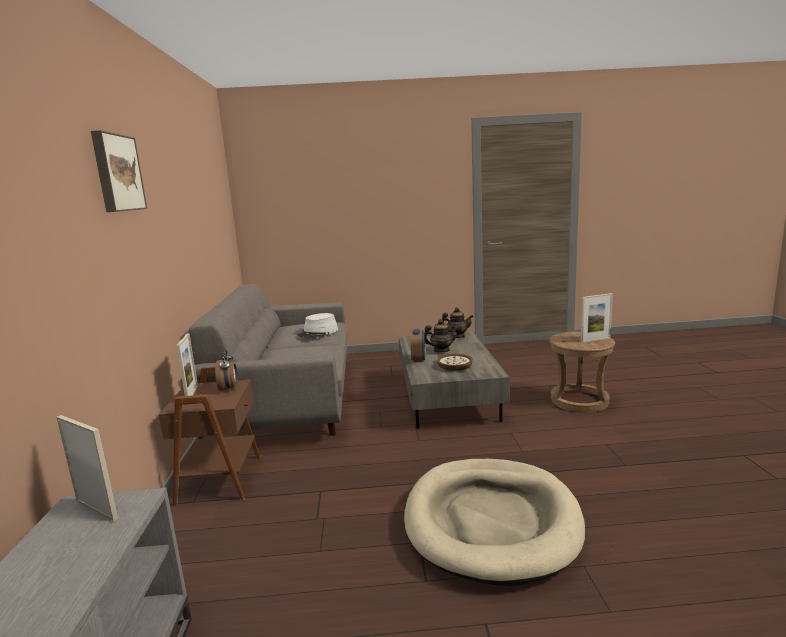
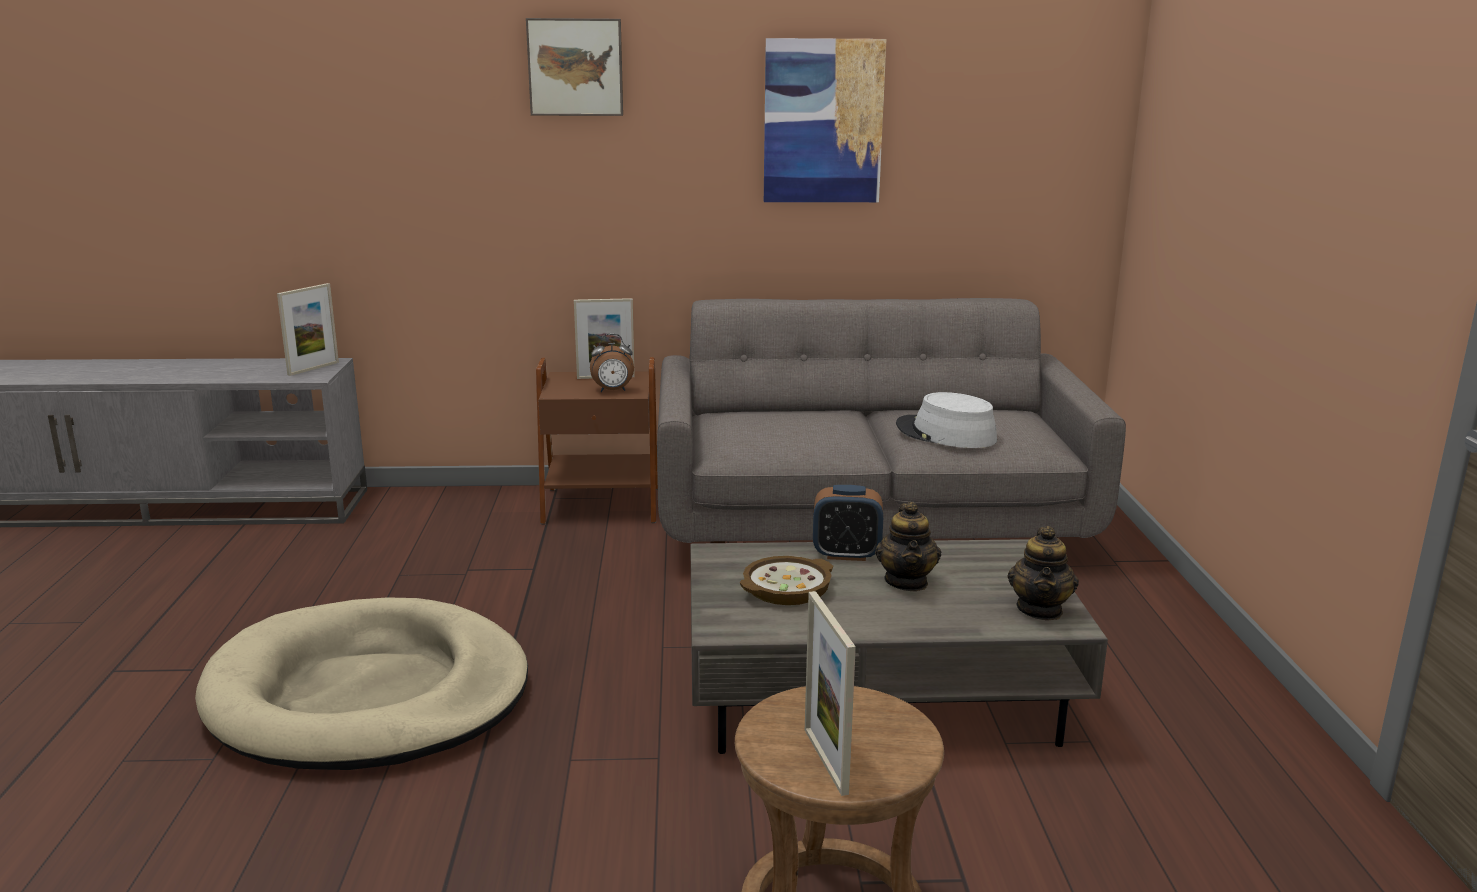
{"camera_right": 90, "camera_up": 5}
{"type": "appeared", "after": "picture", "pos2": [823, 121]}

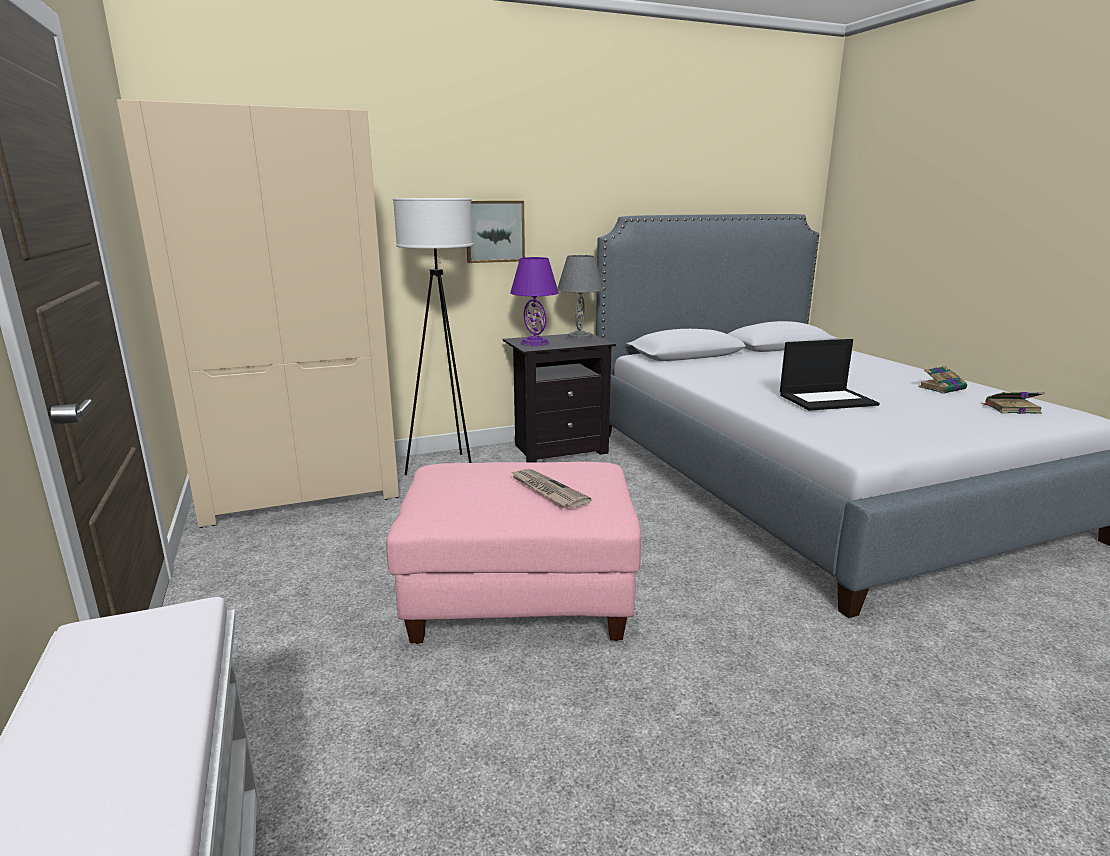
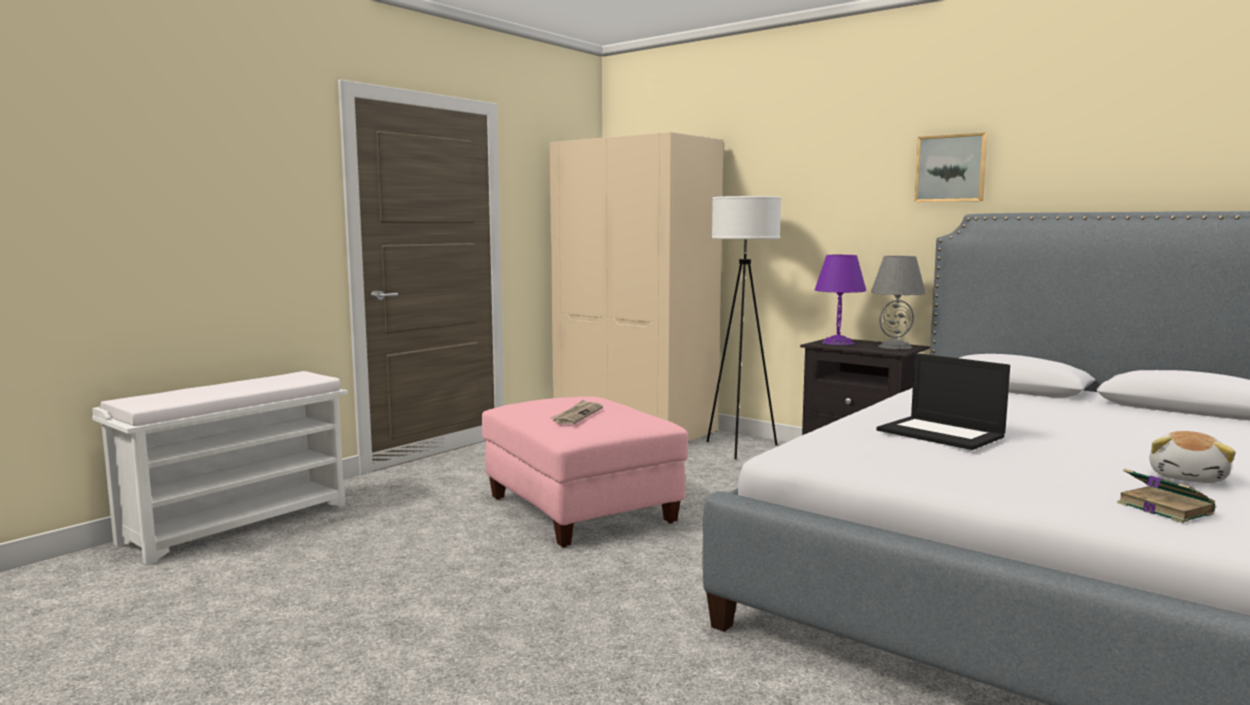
{"camera_right": 60, "camera_up": -10}
{"type": "relocated", "before": "picture", "pos1": [494, 231], "pos2": [951, 168]}
{"type": "exchanged", "before": "bound_book", "after": "plush_toy", "pos1": [942, 388], "pos2": [1188, 477]}

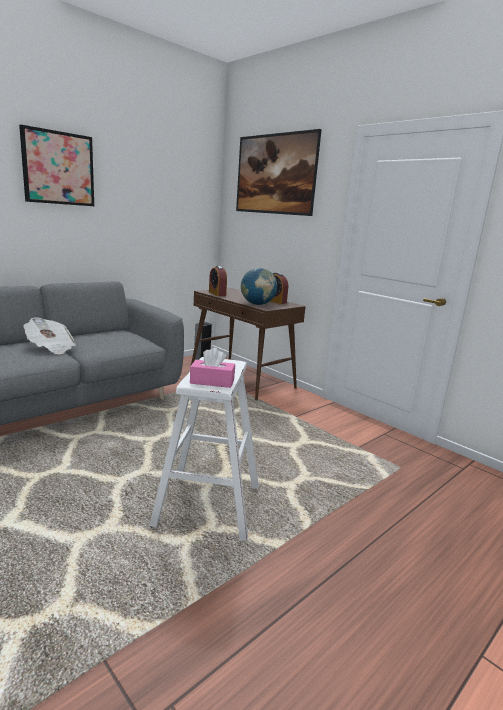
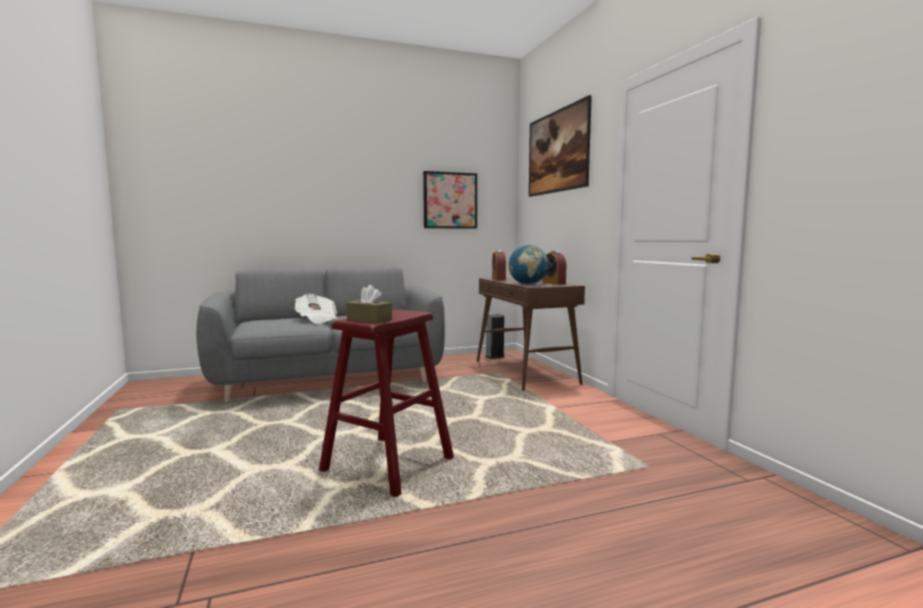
{"camera_right": 25, "camera_up": -10}
{"type": "colour", "before": "white_sitting_stool", "after": "red-coloured_sitting_stool", "pos1": [208, 505], "pos2": [388, 464]}
{"type": "colour", "before": "pink_box_of_tissues", "after": "brown_box_of_tissues", "pos1": [212, 381], "pos2": [369, 320]}
{"type": "relocated", "before": "picture", "pos1": [58, 168], "pos2": [450, 200]}

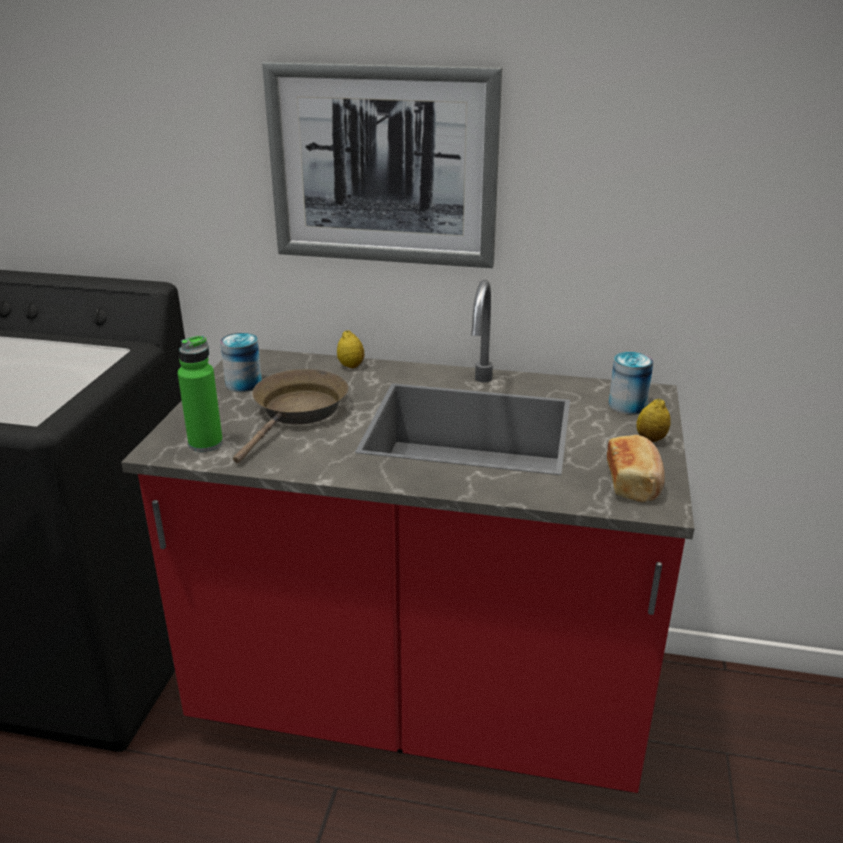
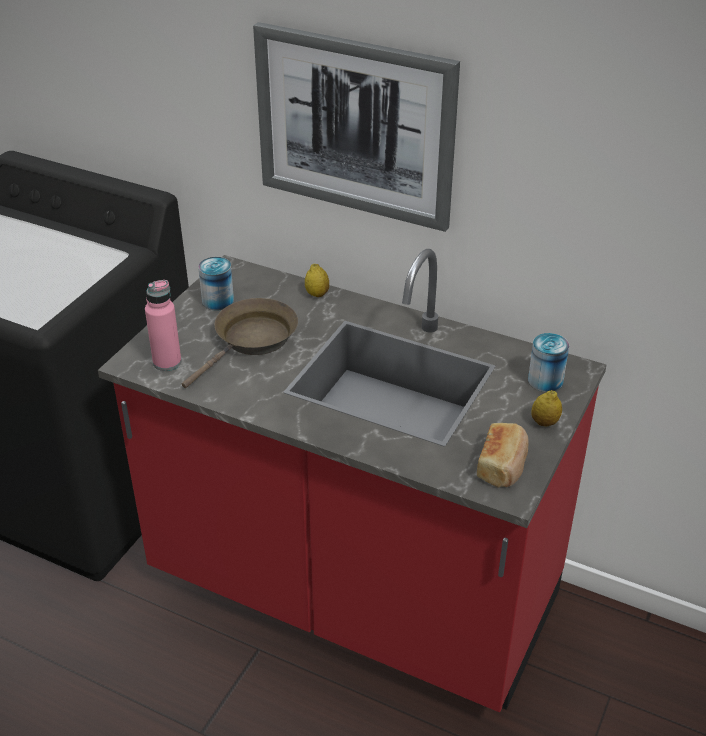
{"camera_right": 15, "camera_up": 10}
{"type": "colour", "before": "greenish_beverage_bottle", "after": "pink_beverage_bottle", "pos1": [205, 443], "pos2": [167, 362]}

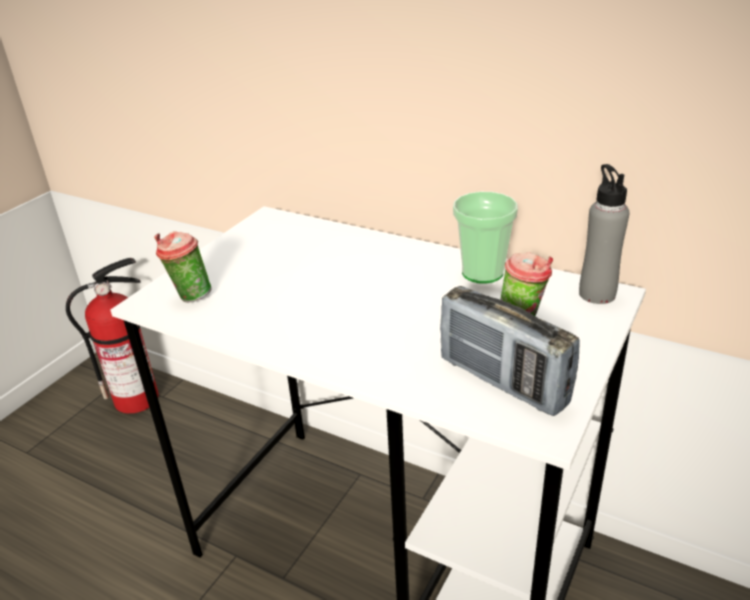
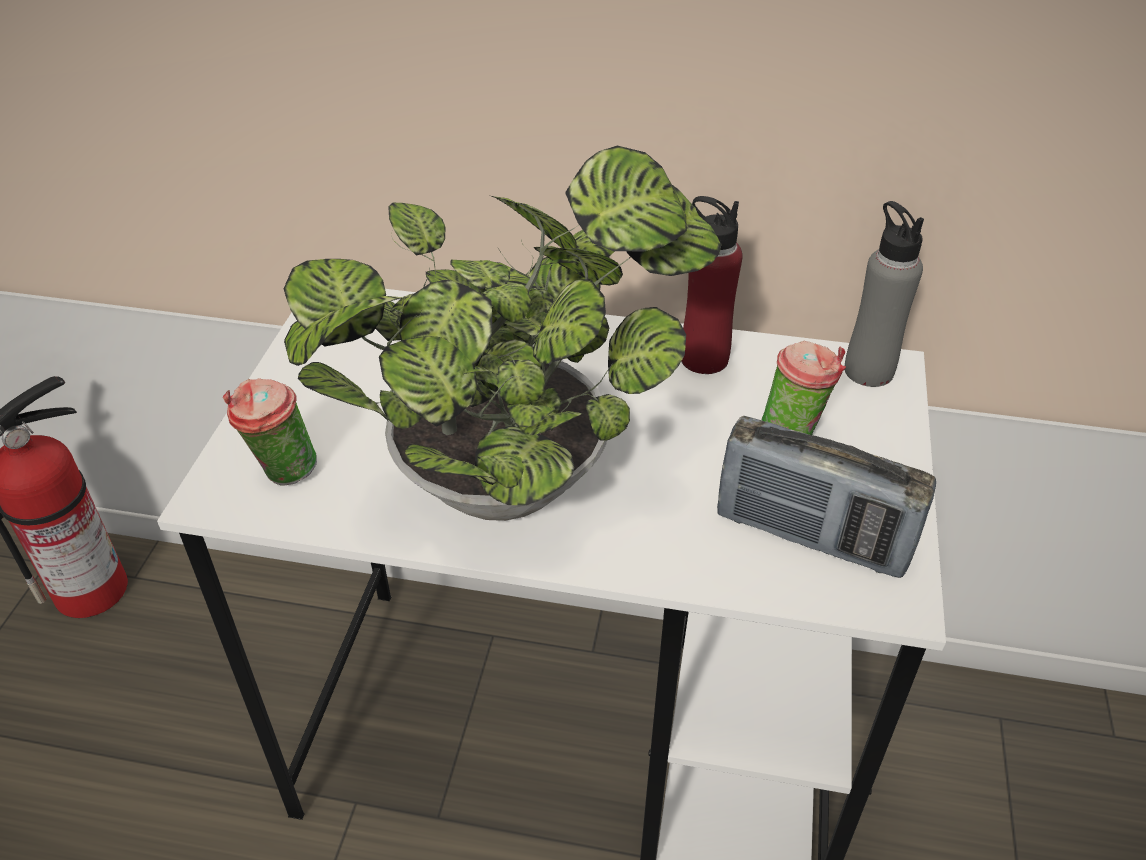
{"camera_right": -20, "camera_up": 10}
{"type": "appeared", "after": "plant_in_a_pot", "pos2": [517, 475]}
{"type": "exchanged", "before": "drinking_cup", "after": "red-coloured_beverage_bottle", "pos1": [482, 272], "pos2": [704, 358]}

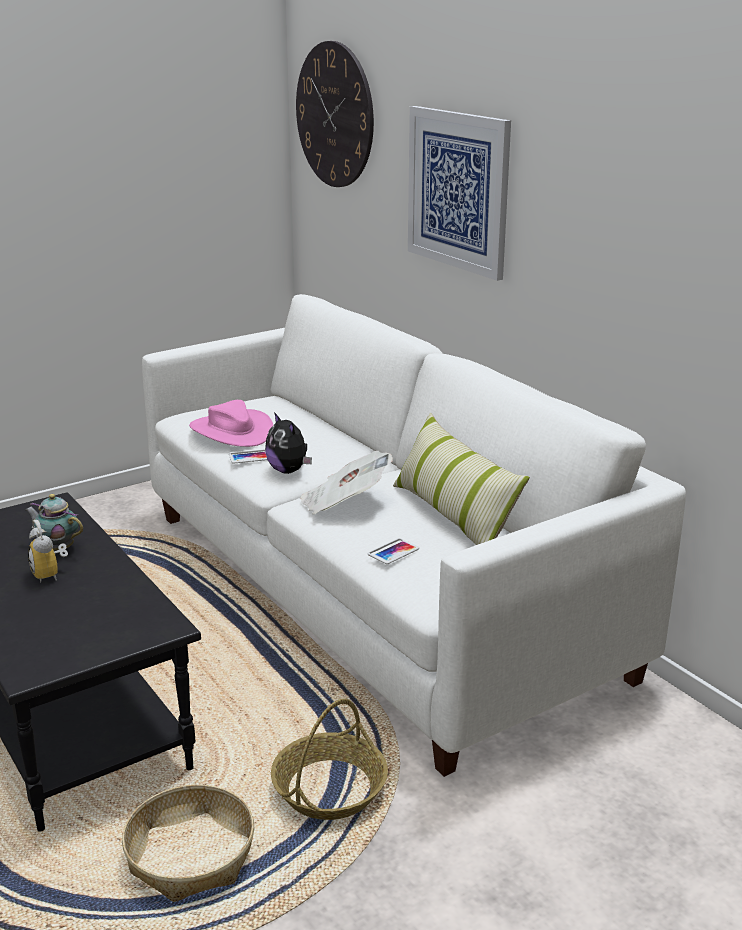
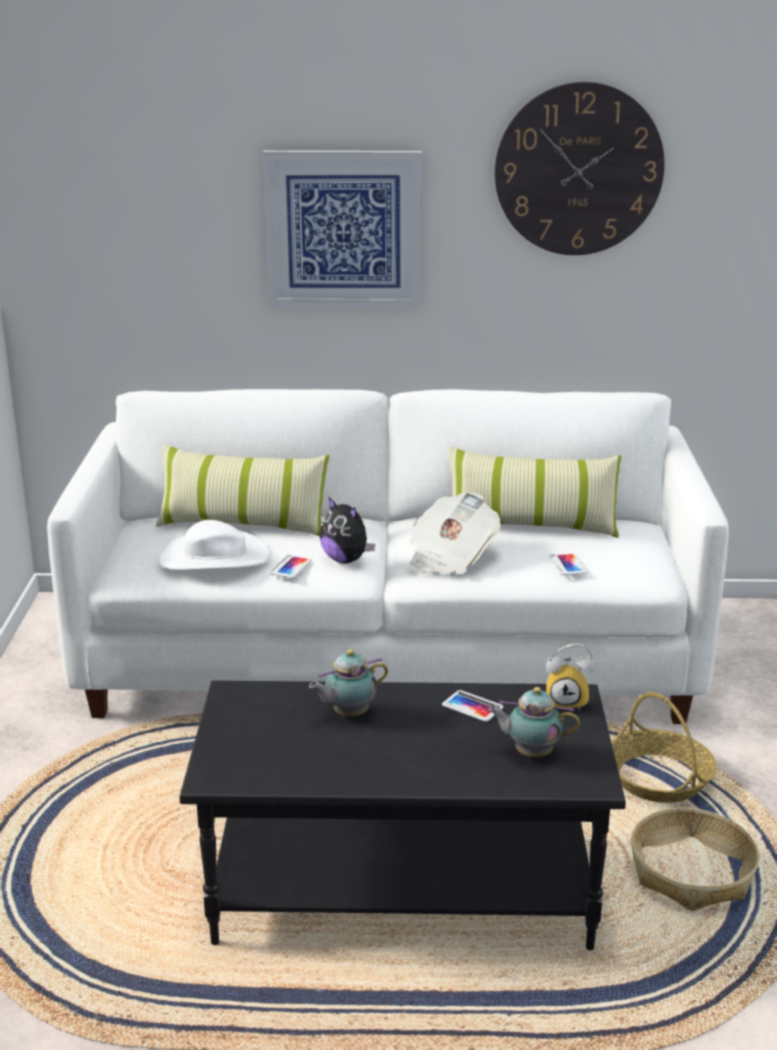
{"camera_right": -55, "camera_up": 0}
{"type": "appeared", "after": "cushion", "pos2": [243, 524]}
{"type": "colour", "before": "pink_clothing_hat", "after": "white_clothing_hat", "pos1": [231, 431], "pos2": [214, 558]}
{"type": "spun", "before": "plush_toy", "pos1": [289, 470], "pos2": [346, 560], "turn": 45}
{"type": "appeared", "after": "handset", "pos2": [472, 706]}
{"type": "appeared", "after": "tea_pot", "pos2": [530, 753]}
{"type": "relocated", "before": "wall_clock", "pos1": [334, 115], "pos2": [578, 170]}
{"type": "relocated", "before": "bedside_clock", "pos1": [51, 574], "pos2": [567, 702]}

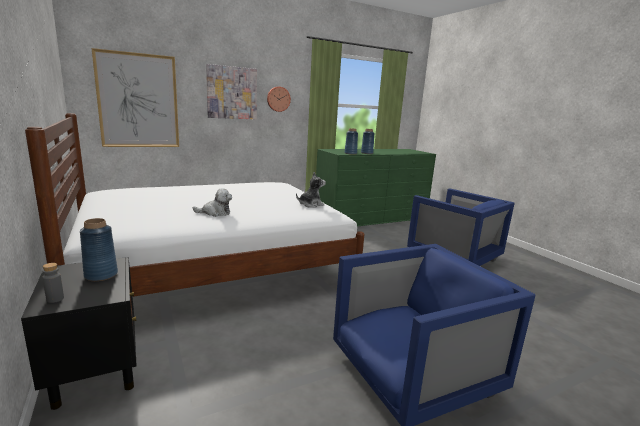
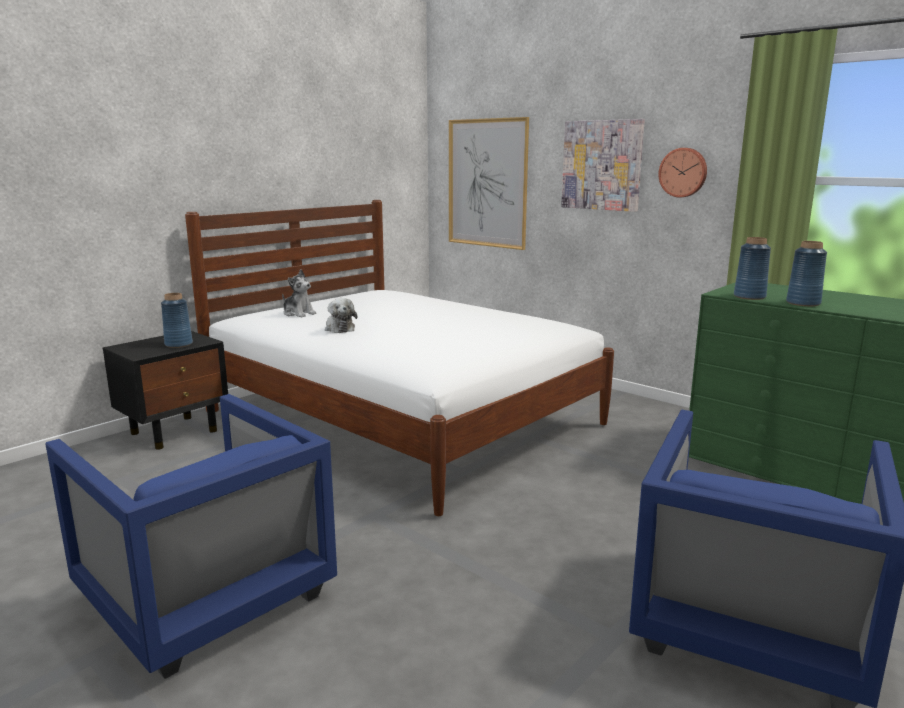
{"camera_right": 70, "camera_up": 0}
{"type": "relocated", "before": "plush_toy", "pos1": [310, 205], "pos2": [298, 313]}
{"type": "missing", "before": "gray_beverage_bottle", "pos1": [55, 299]}

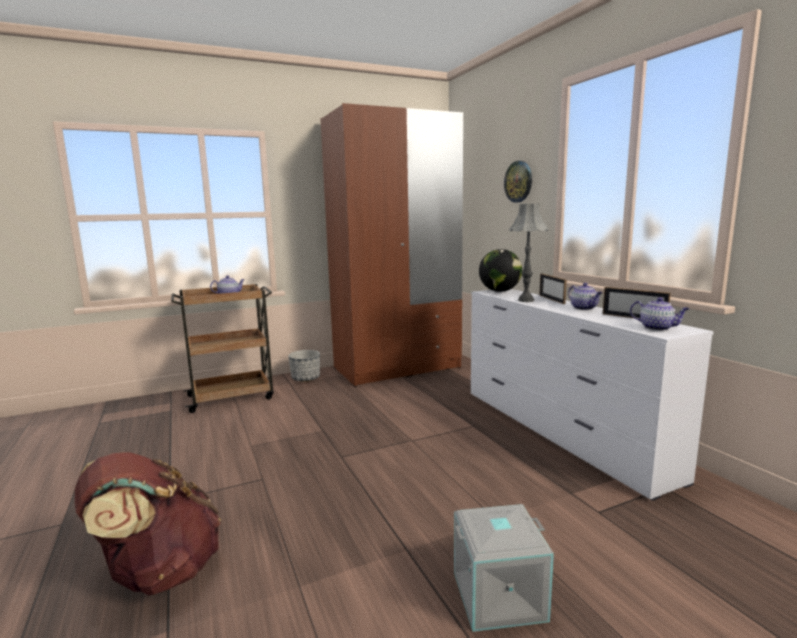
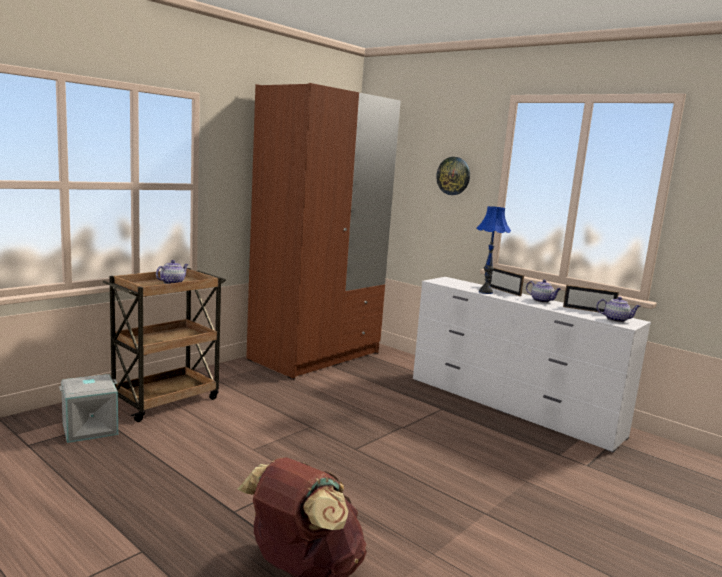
{"camera_right": -25, "camera_up": 0}
{"type": "relocated", "before": "gray_storage_box", "pos1": [498, 597], "pos2": [89, 429]}
{"type": "colour", "before": "gray_tabletop_lamp", "after": "blue_tabletop_lamp", "pos1": [526, 300], "pos2": [486, 292]}
{"type": "missing", "before": "flower_pot", "pos1": [306, 378]}
{"type": "missing", "before": "world_globe", "pos1": [499, 291]}

